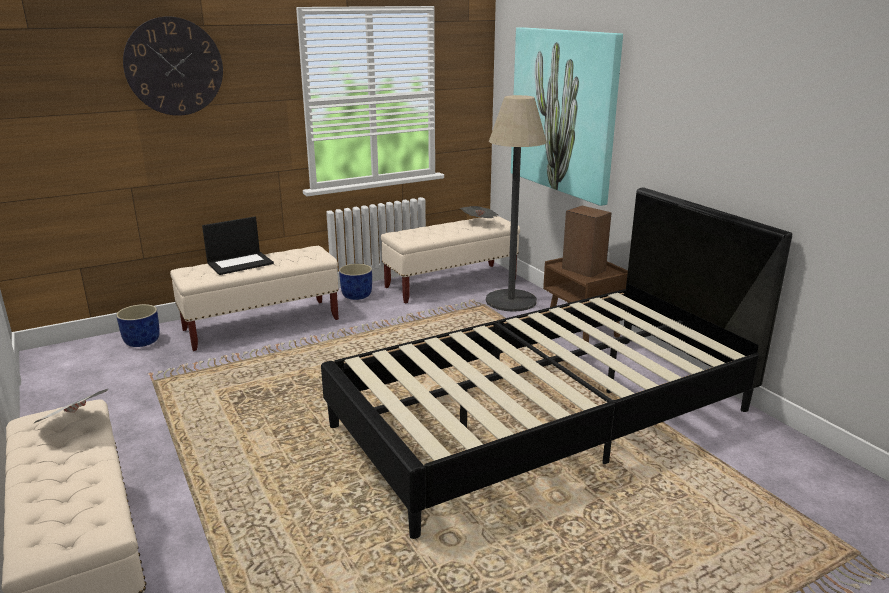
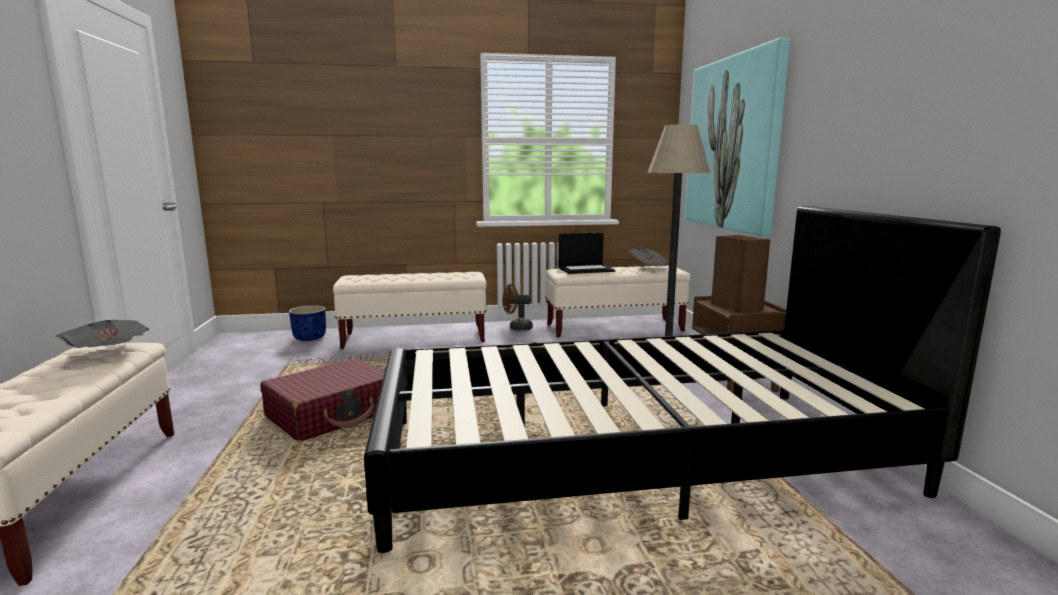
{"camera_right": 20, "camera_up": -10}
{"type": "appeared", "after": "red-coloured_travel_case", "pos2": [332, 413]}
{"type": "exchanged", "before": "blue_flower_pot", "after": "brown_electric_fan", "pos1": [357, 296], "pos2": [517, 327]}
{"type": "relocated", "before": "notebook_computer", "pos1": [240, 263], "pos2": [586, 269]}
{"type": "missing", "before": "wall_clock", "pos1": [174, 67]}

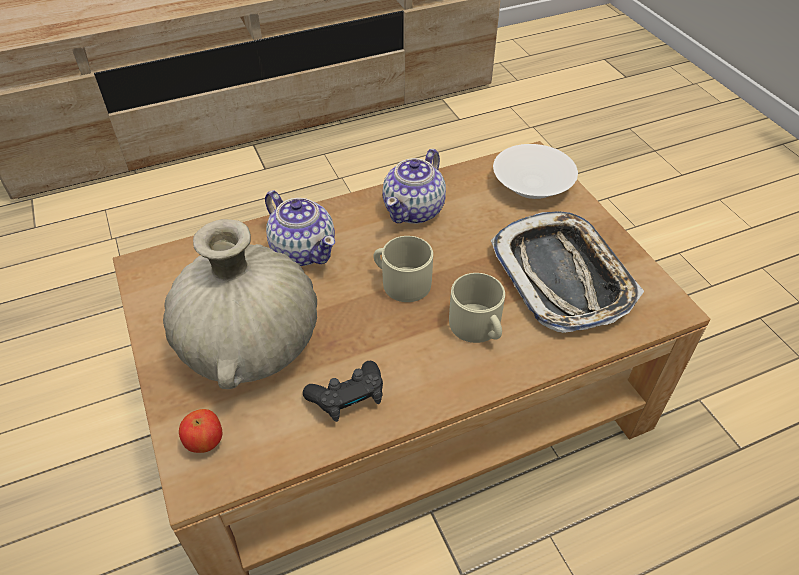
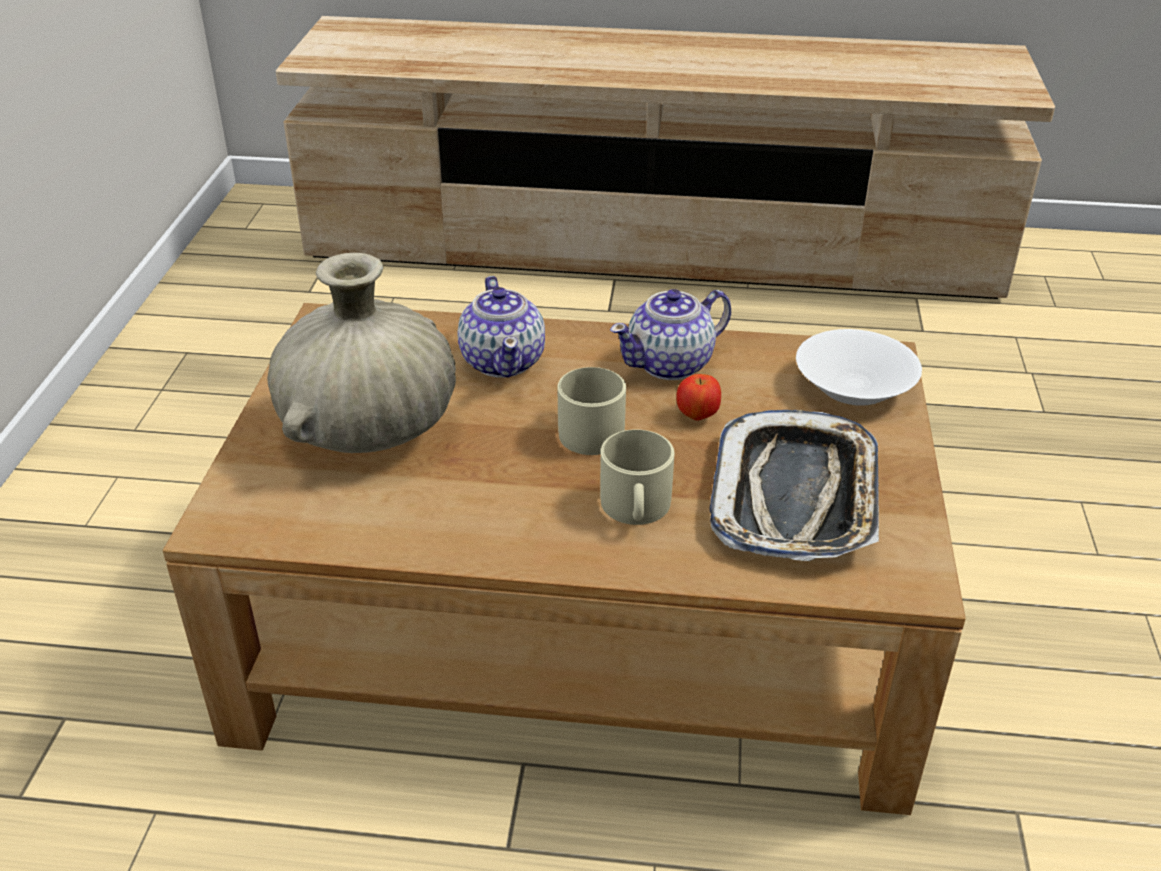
{"camera_right": 30, "camera_up": -10}
{"type": "relocated", "before": "apple", "pos1": [205, 442], "pos2": [697, 415]}
{"type": "missing", "before": "black-coloured_joypad", "pos1": [348, 398]}

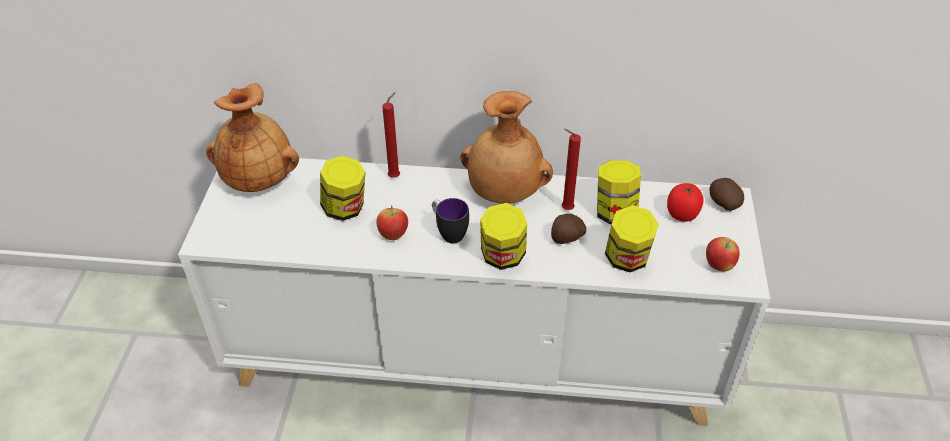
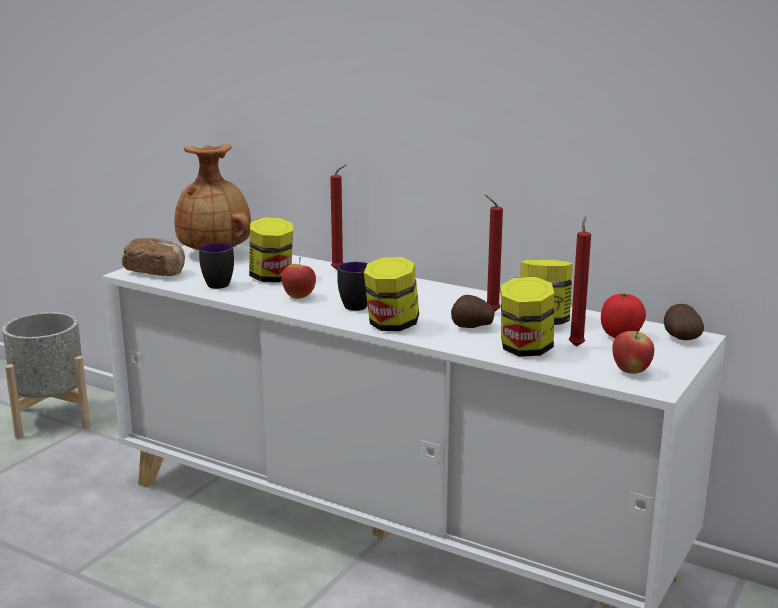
{"camera_right": 25, "camera_up": -25}
{"type": "appeared", "after": "gray_flower_pot", "pos2": [52, 418]}
{"type": "appeared", "after": "bread", "pos2": [156, 272]}
{"type": "appeared", "after": "tea_mug", "pos2": [215, 283]}
{"type": "appeared", "after": "red-coloured_wax_candle", "pos2": [576, 345]}
{"type": "missing", "before": "brown_vase", "pos1": [504, 192]}

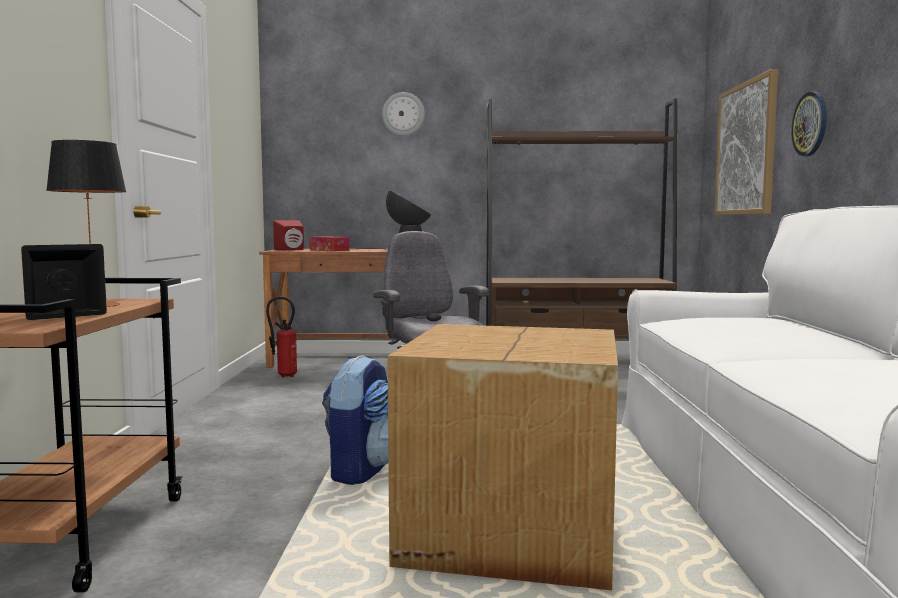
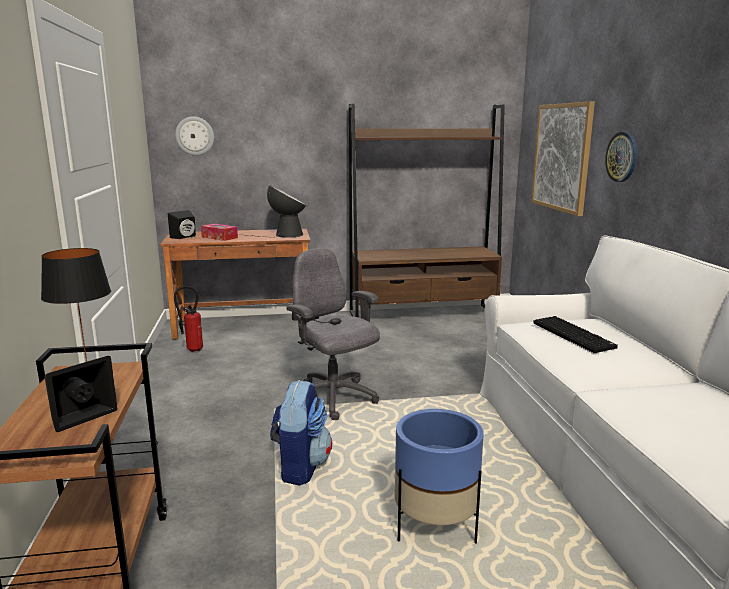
{"camera_right": -10, "camera_up": 10}
{"type": "colour", "before": "red-coloured_speaker", "after": "black-coloured_speaker", "pos1": [291, 250], "pos2": [185, 237]}
{"type": "relocated", "before": "wall_clock", "pos1": [403, 114], "pos2": [195, 136]}
{"type": "exchanged", "before": "packing_box", "after": "blue_flower_pot", "pos1": [507, 534], "pos2": [435, 528]}
{"type": "appeared", "after": "keyboard", "pos2": [574, 335]}

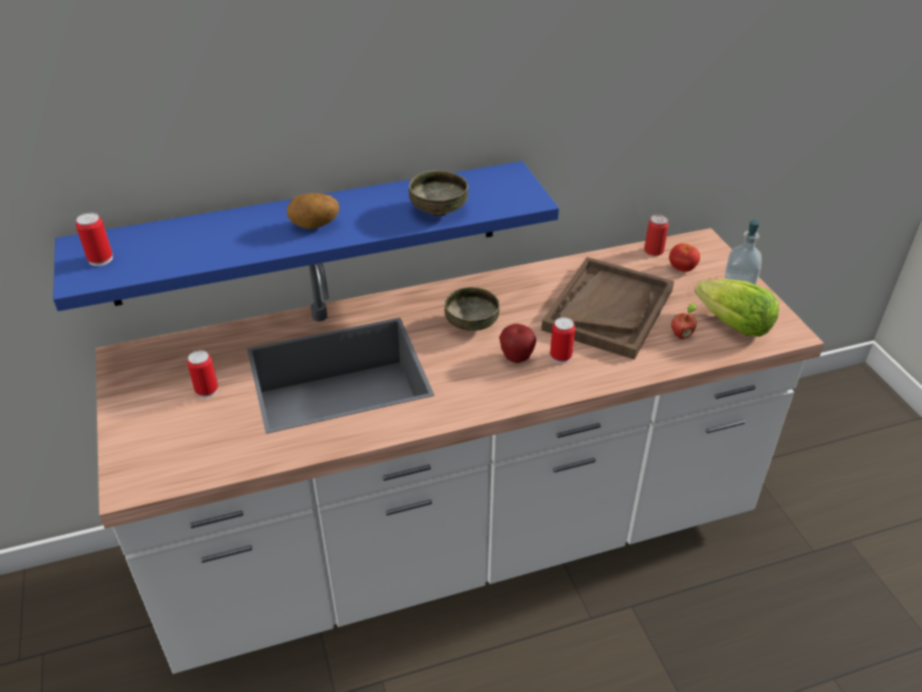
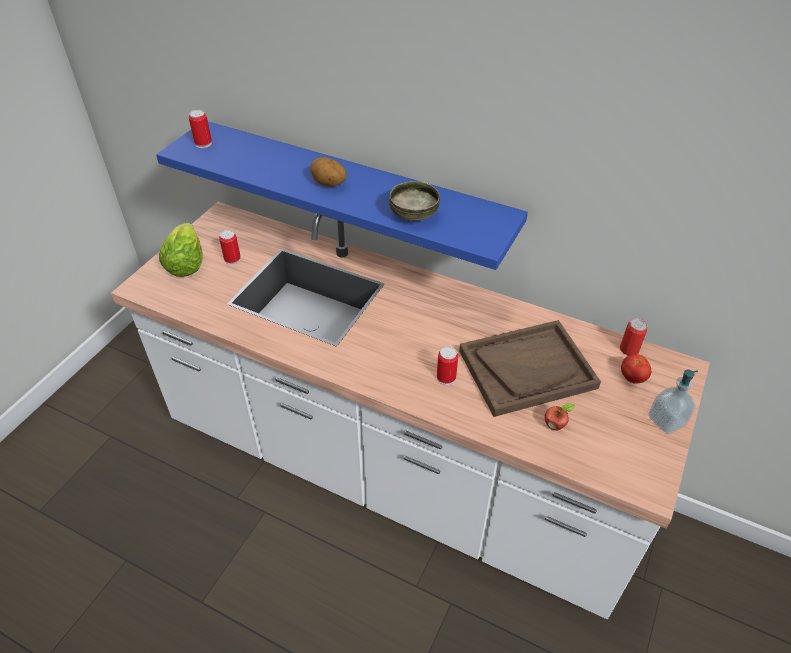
{"camera_right": 45, "camera_up": 5}
{"type": "relocated", "before": "lettuce_head", "pos1": [734, 325], "pos2": [186, 264]}
{"type": "missing", "before": "bowl", "pos1": [470, 324]}
{"type": "missing", "before": "apple", "pos1": [516, 358]}

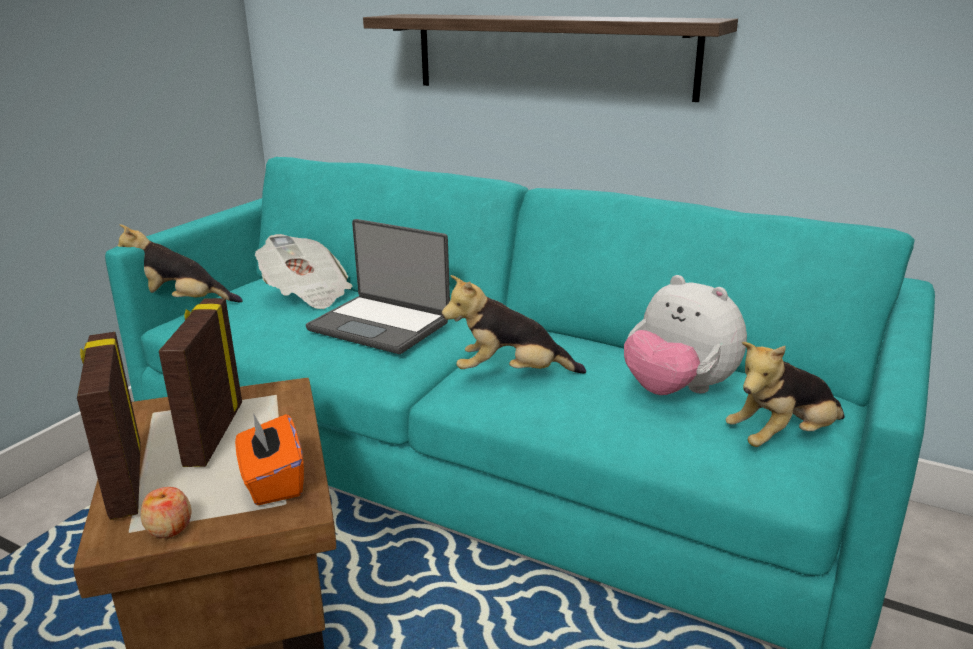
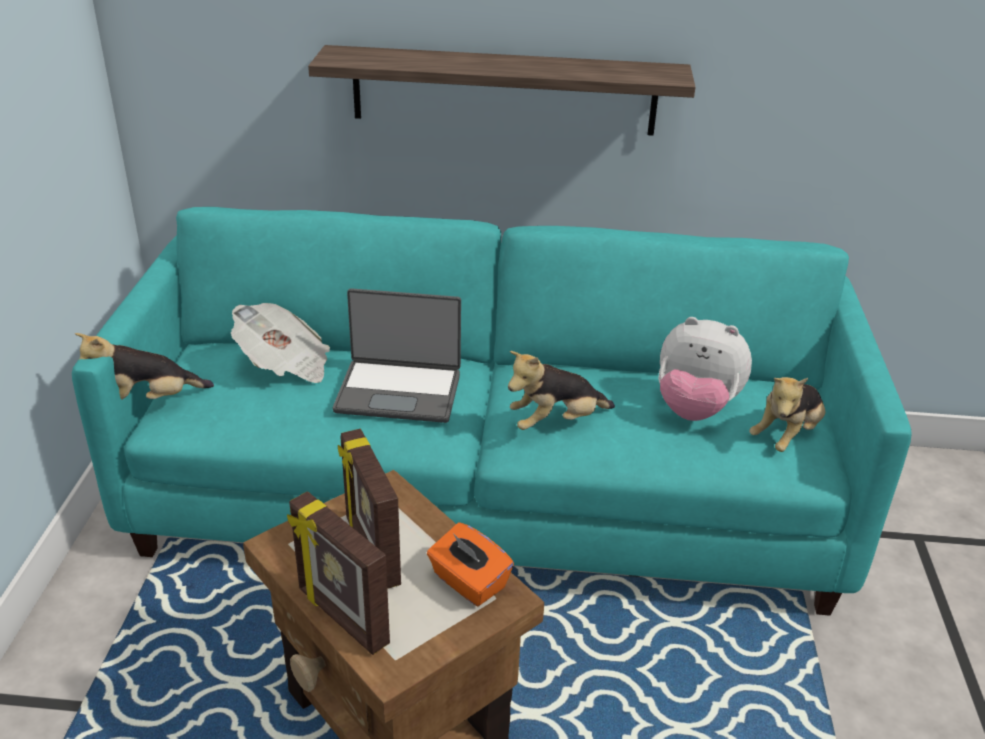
{"camera_right": -25, "camera_up": 10}
{"type": "missing", "before": "apple", "pos1": [169, 528]}

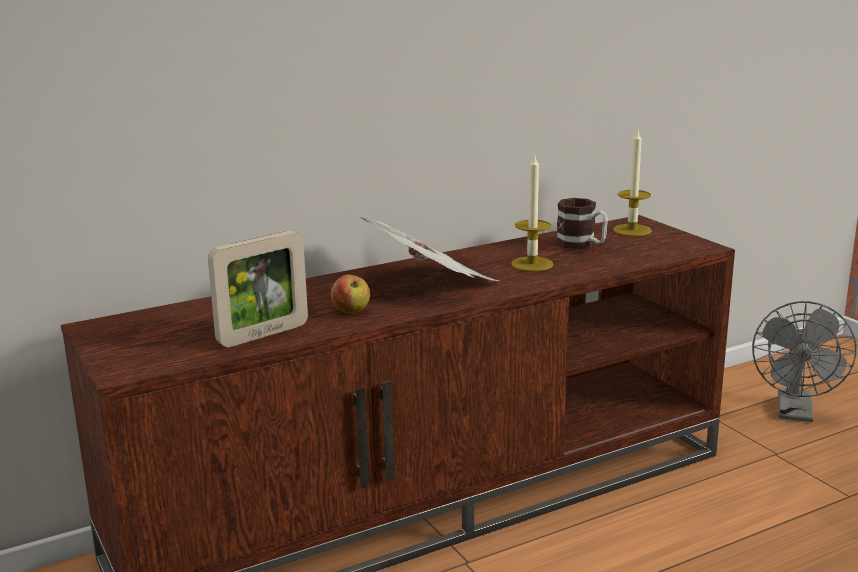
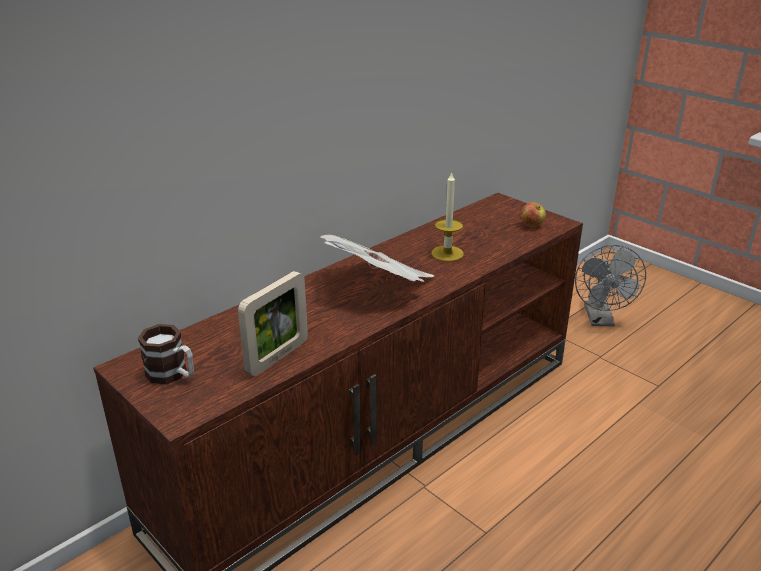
{"camera_right": -15, "camera_up": 10}
{"type": "relocated", "before": "tea_mug", "pos1": [582, 245], "pos2": [173, 375]}
{"type": "relocated", "before": "apple", "pos1": [351, 311], "pos2": [532, 225]}
{"type": "missing", "before": "wax_candle", "pos1": [632, 230]}

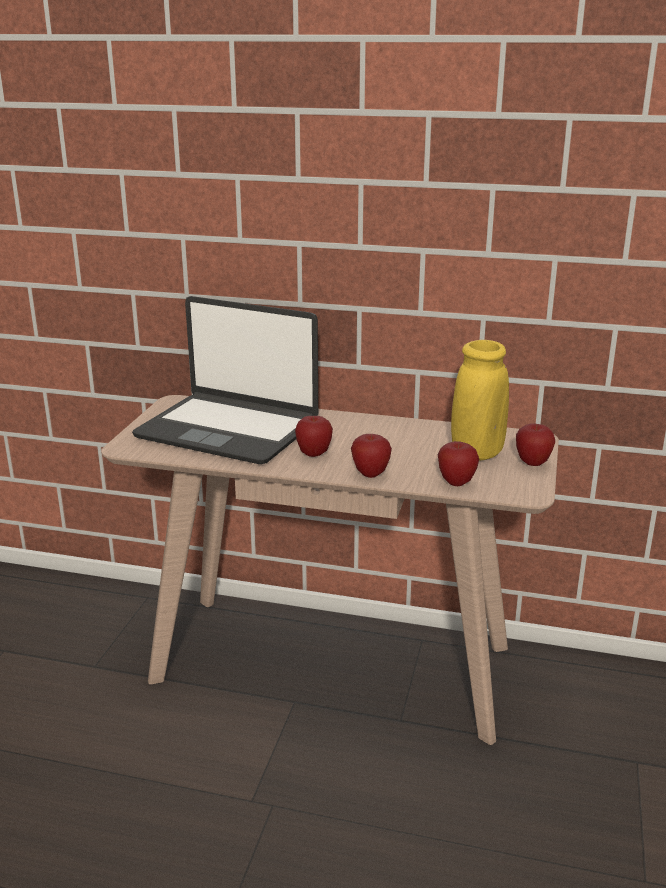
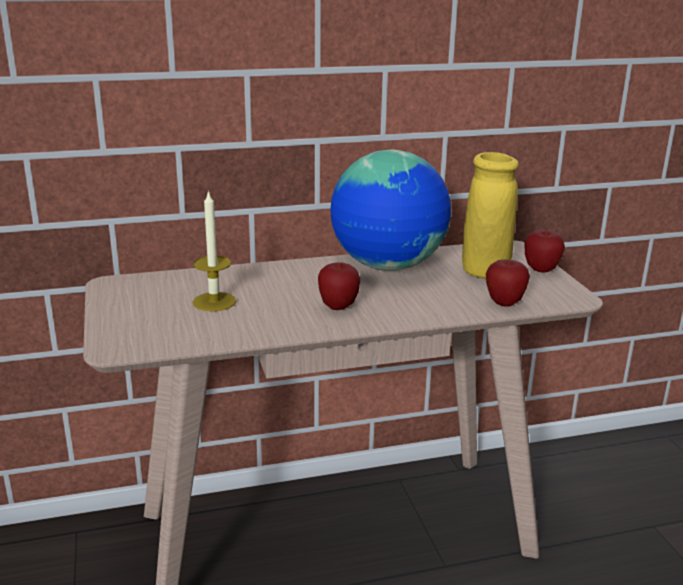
{"camera_right": -30, "camera_up": 0}
{"type": "exchanged", "before": "notebook_computer", "after": "wax_candle", "pos1": [228, 430], "pos2": [214, 302]}
{"type": "appeared", "after": "world_globe", "pos2": [388, 266]}
{"type": "missing", "before": "apple", "pos1": [370, 474]}

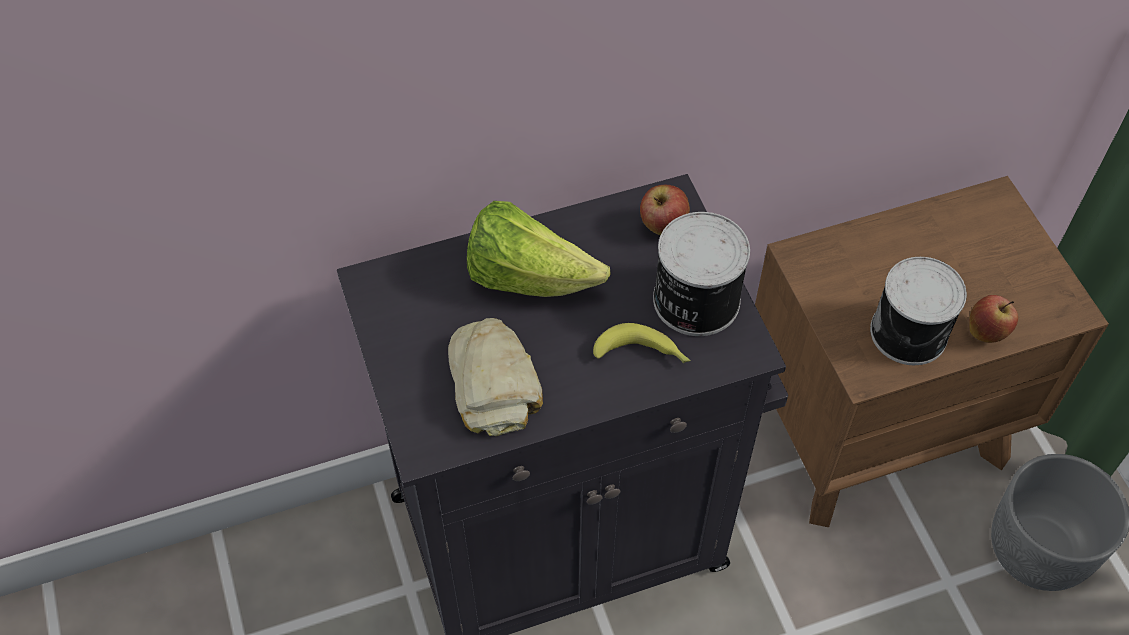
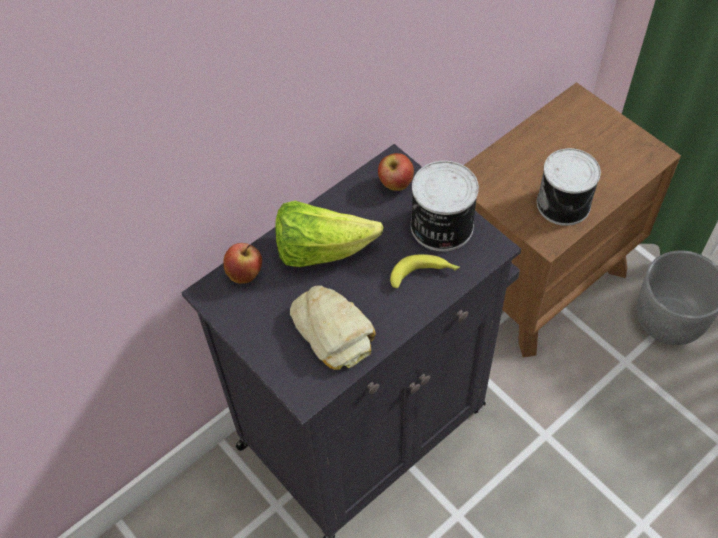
{"camera_right": -20, "camera_up": 0}
{"type": "relocated", "before": "apple", "pos1": [987, 332], "pos2": [245, 274]}

